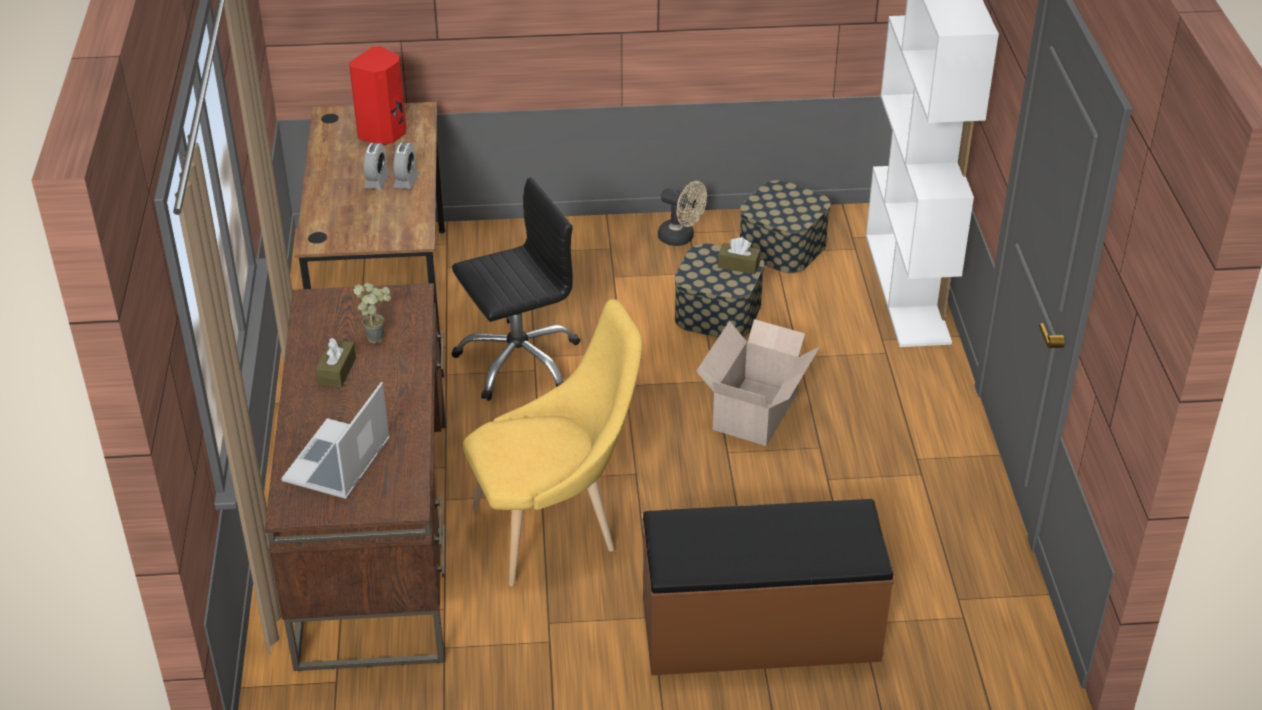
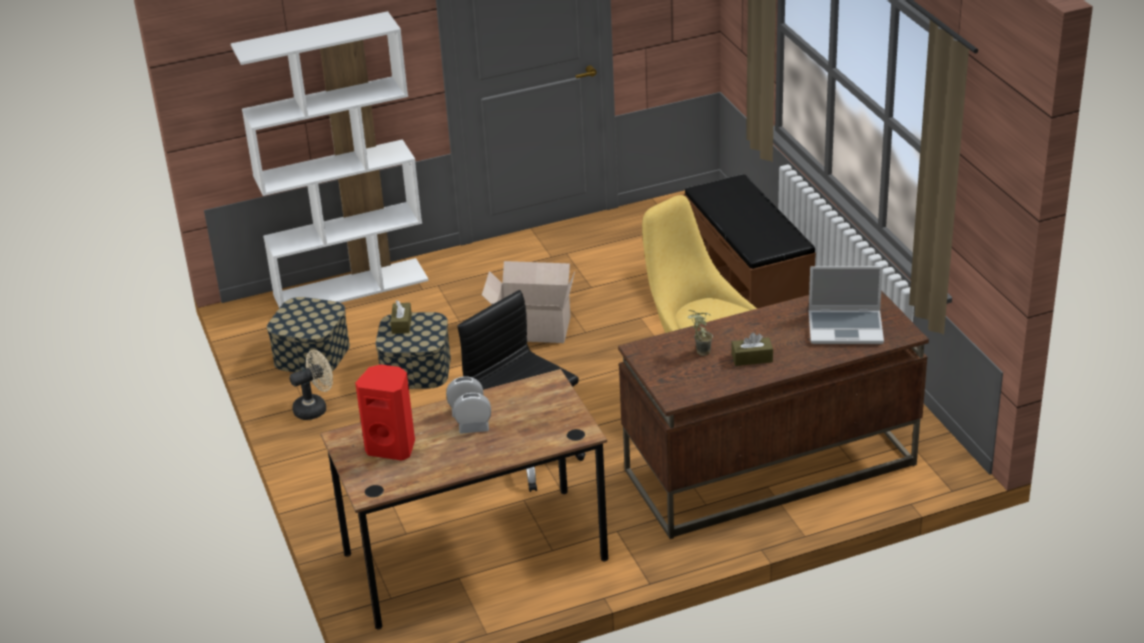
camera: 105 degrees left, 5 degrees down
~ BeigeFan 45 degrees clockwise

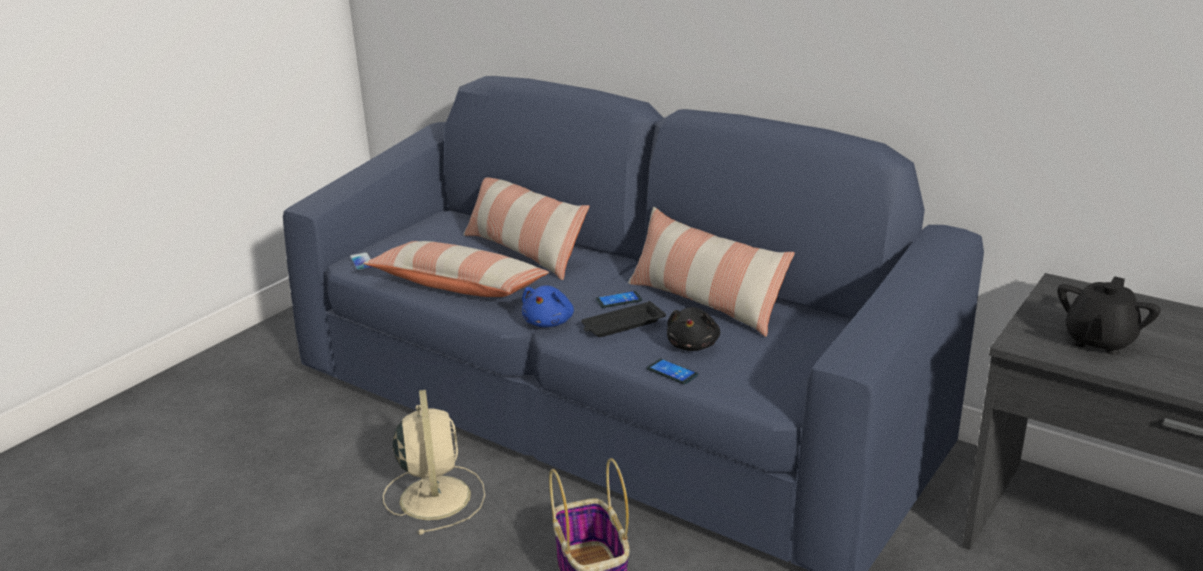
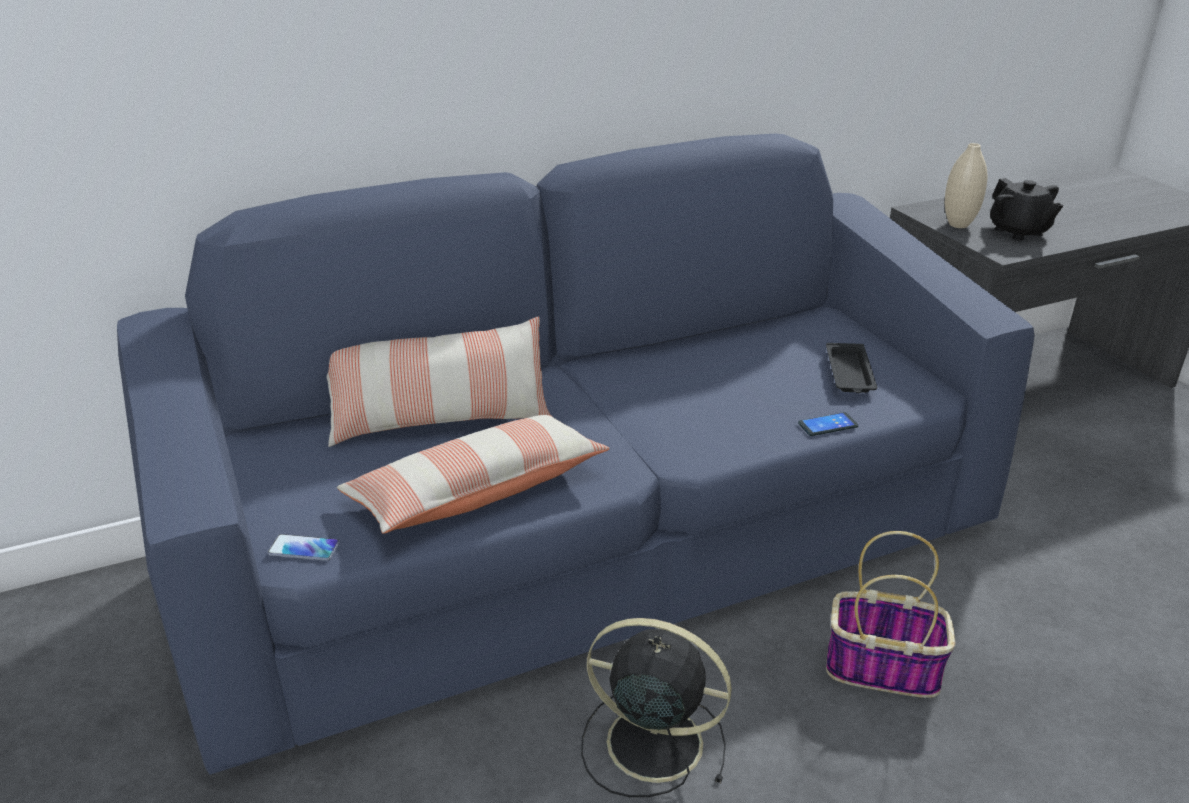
camera: 60 degrees left, 5 degrees up
- BluePlushToy
- Phone (no. 2 from left)
- Pillow (no. 3 from left)
- BlackPlushToy
+ BeigeVase
~ BlackTray
~ BeigeFan to BlackFan

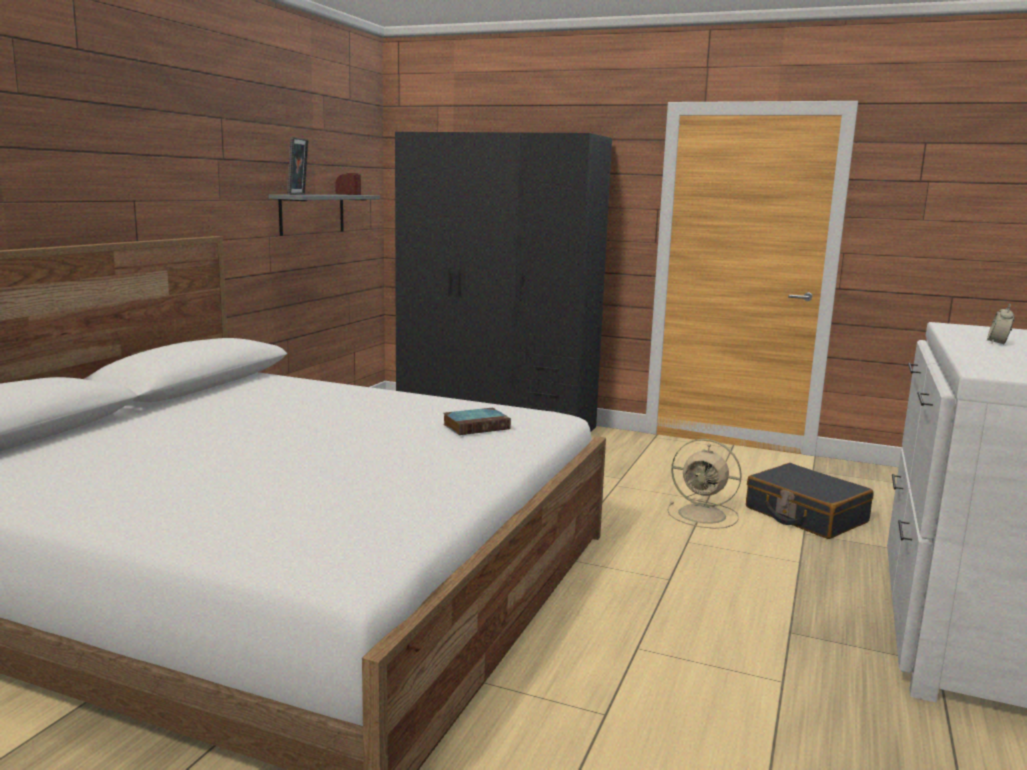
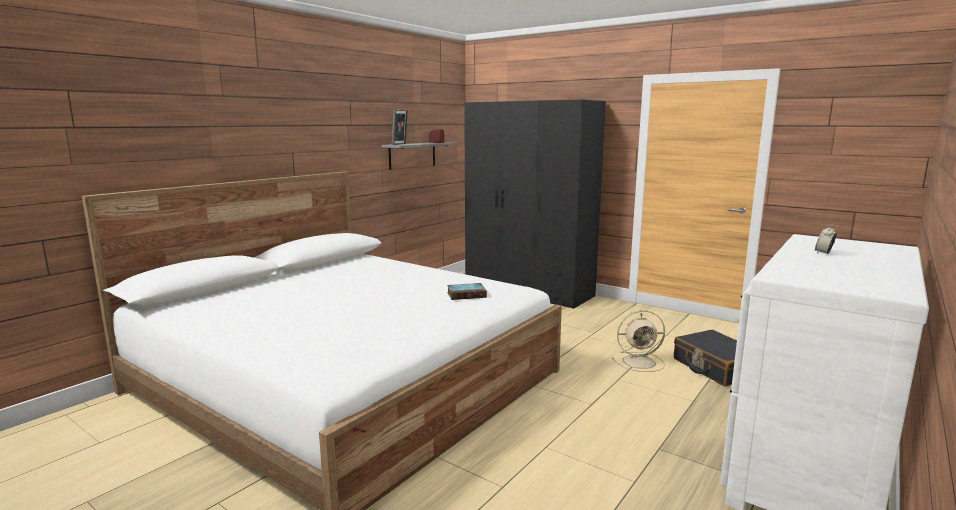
camera: 15 degrees right, 0 degrees up
~ BeigeFan 45 degrees counterclockwise

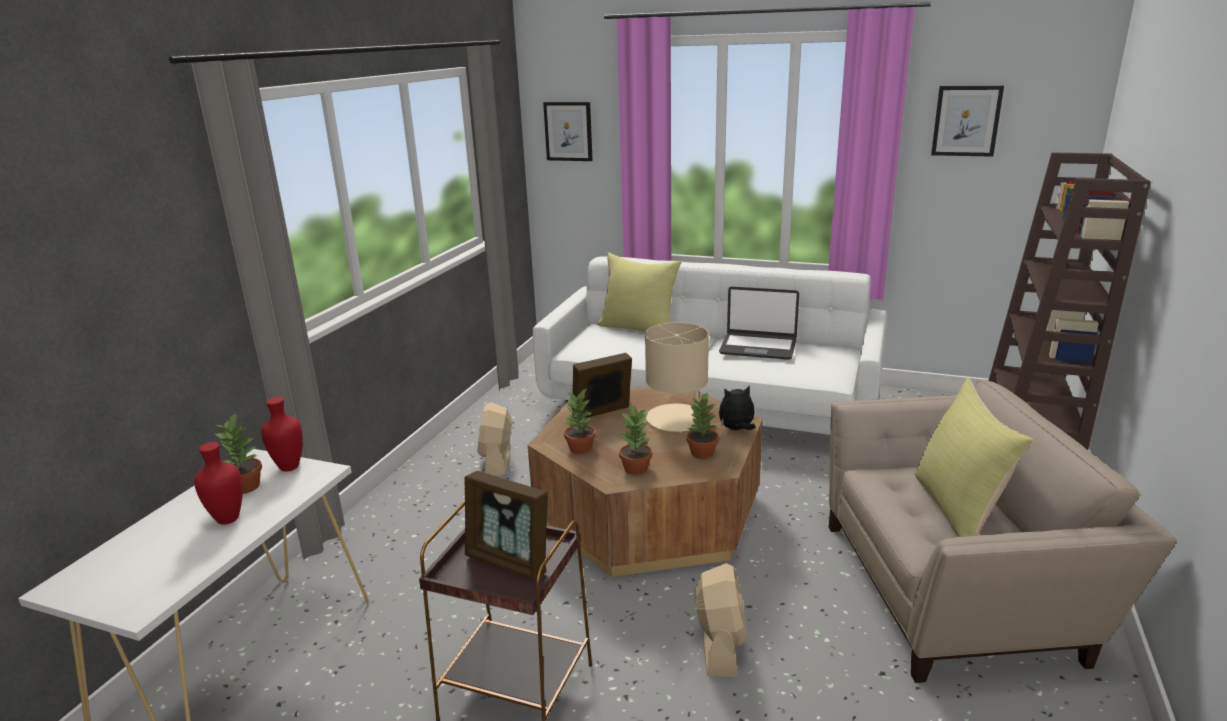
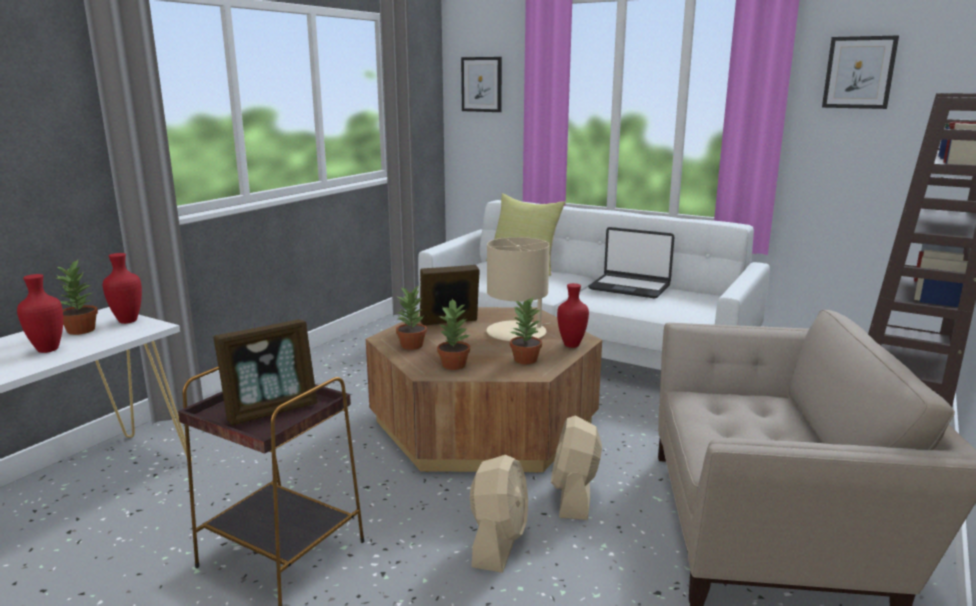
camera: 10 degrees right, 5 degrees down
- YellowPillow (no. 2 from left)
~ BeigeFan (no. 1 from left in the first image) to BeigeFan (no. 2 from left)
~ PlushToy to RedVase (no. 3 from left)
~ PictureFrame (no. 1 from left) 75 degrees counterclockwise

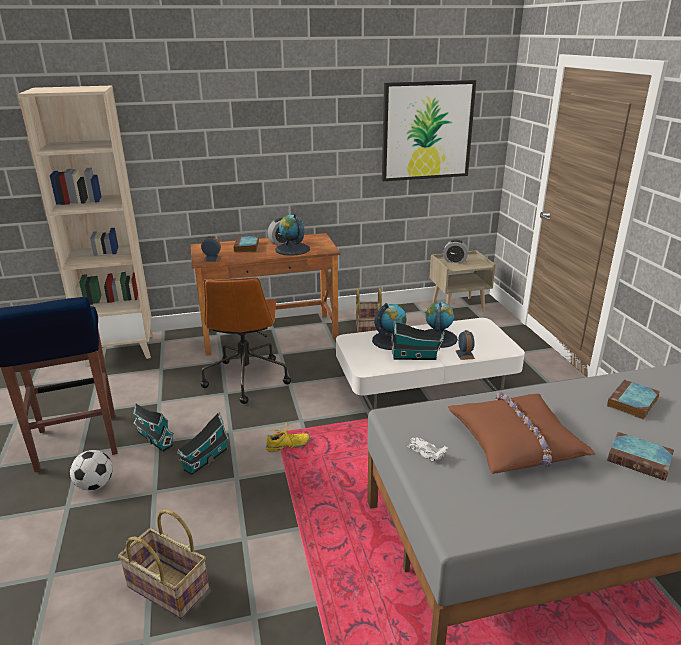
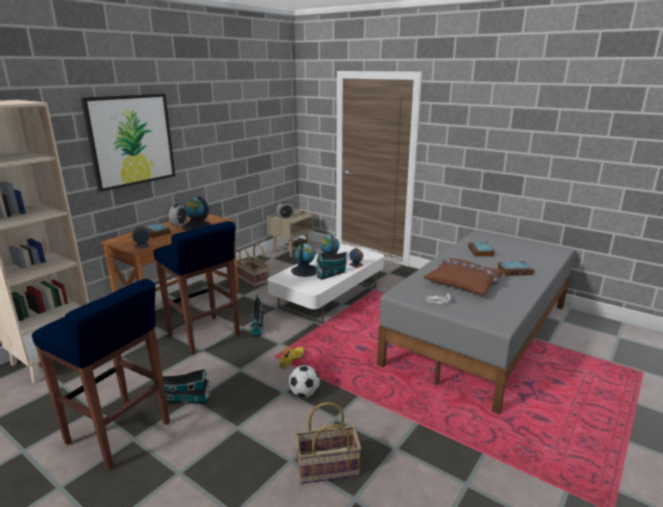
camera: 40 degrees left, 5 degrees down
~ Football
~ ToyHouse (no. 2 from left)
~ Picture
~ BrownOfficeChair to BlueStool (no. 2 from left)

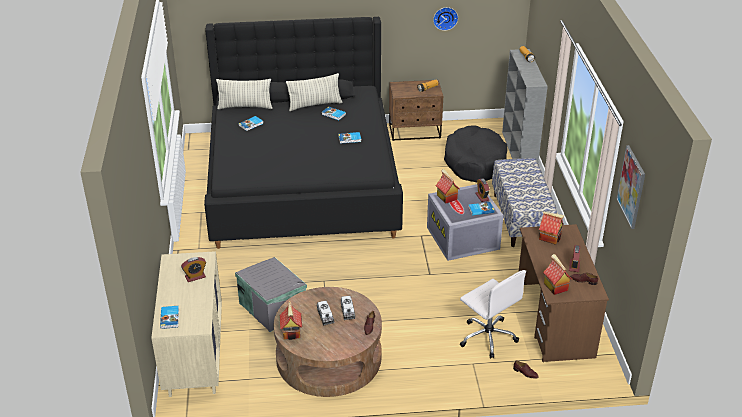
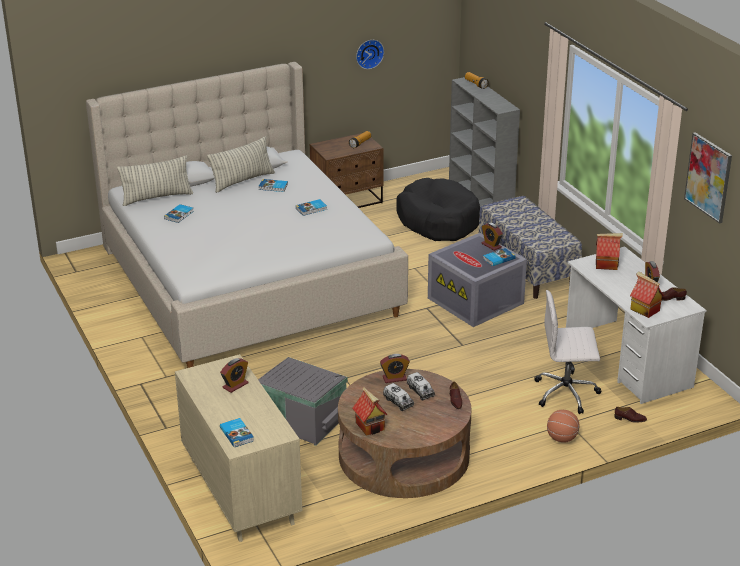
camera: 20 degrees left, 5 degrees down
- ToyHouse (no. 2 from left)
+ AlarmClock (no. 2 from left)
+ Basketball
~ BlackBed to BeigeBed
~ BrownDesk to WhiteDesk
~ WhiteOfficeChair 150 degrees clockwise

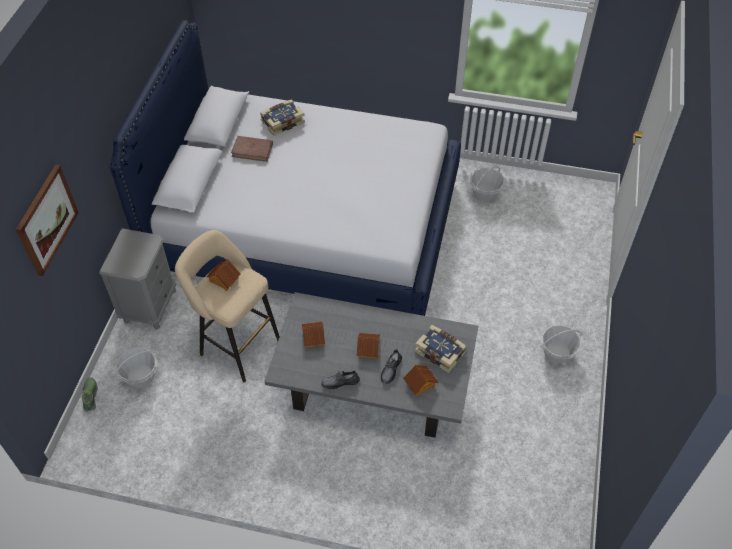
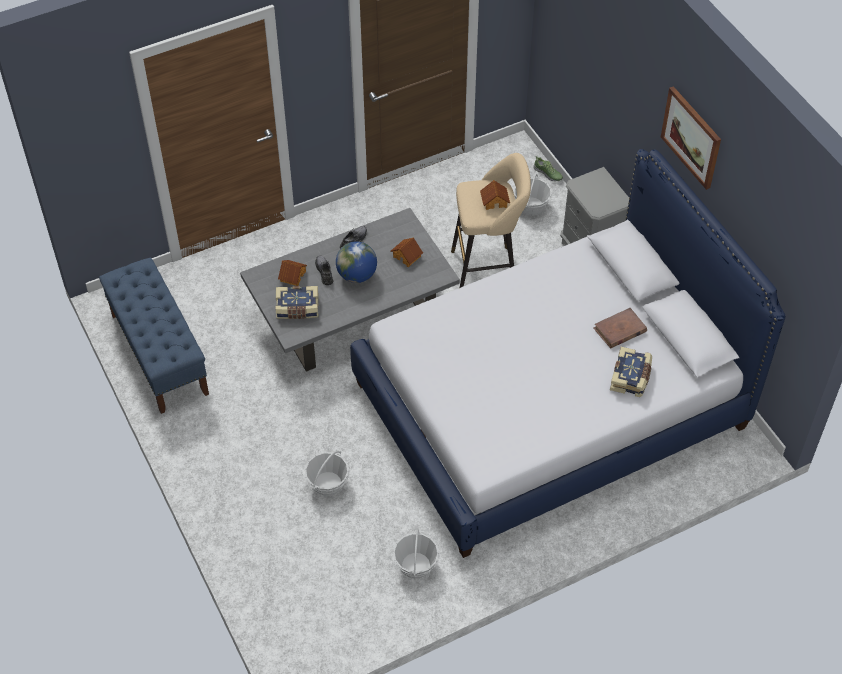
camera: 140 degrees right, 0 degrees up
+ BlueBench
~ Picture
~ Basket (no. 3 from left in the first image) to Basket (no. 1 from left)
~ ToyHouse (no. 3 from left) to Globe

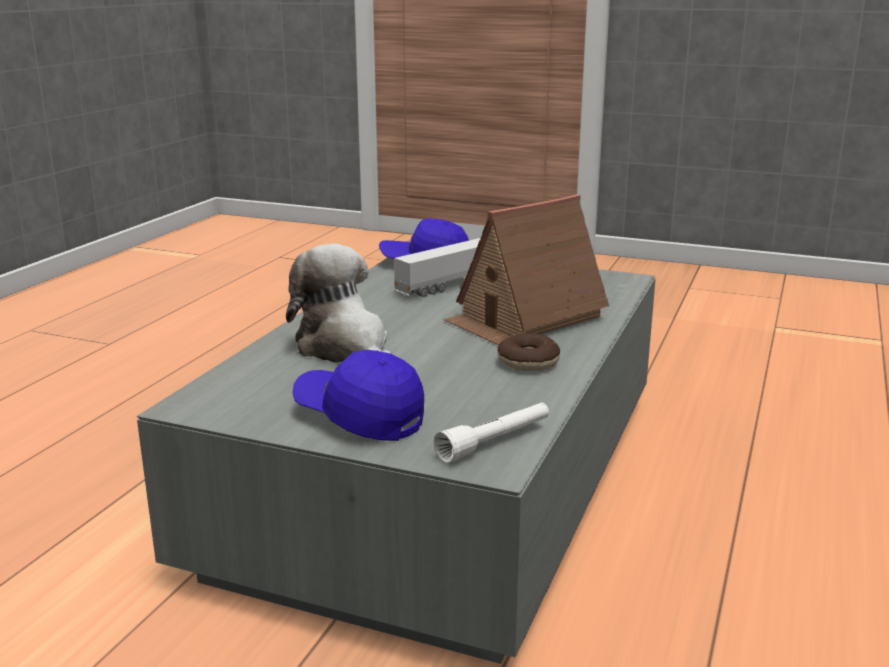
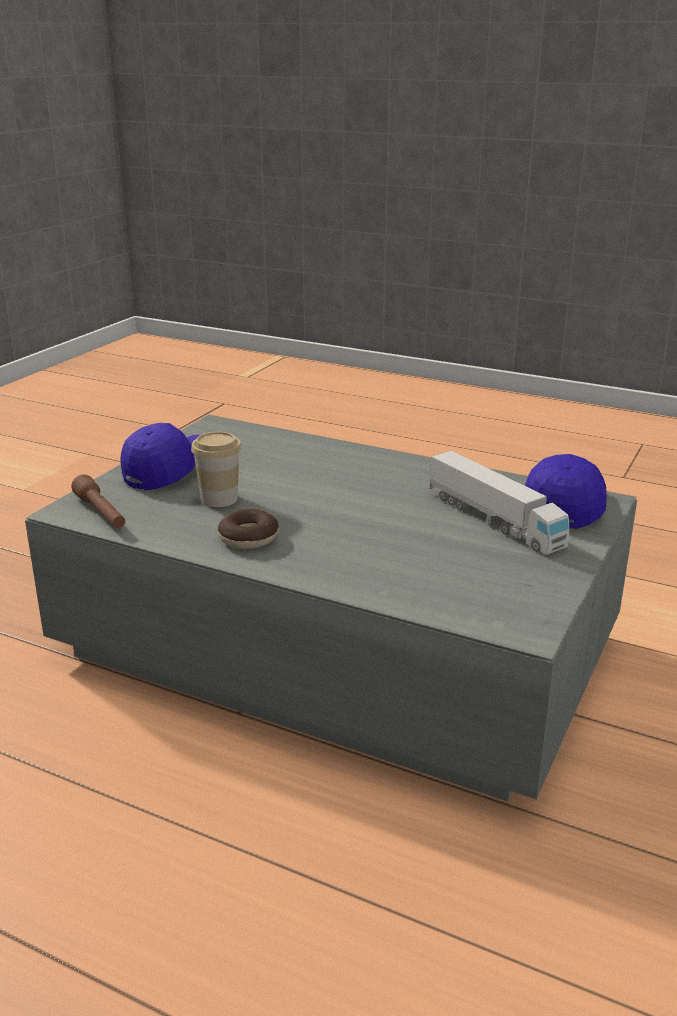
camera: 95 degrees right, 5 degrees up
- PlushToy
- ToyHouse
+ Cup
~ WhiteFlashlight to BrownFlashlight

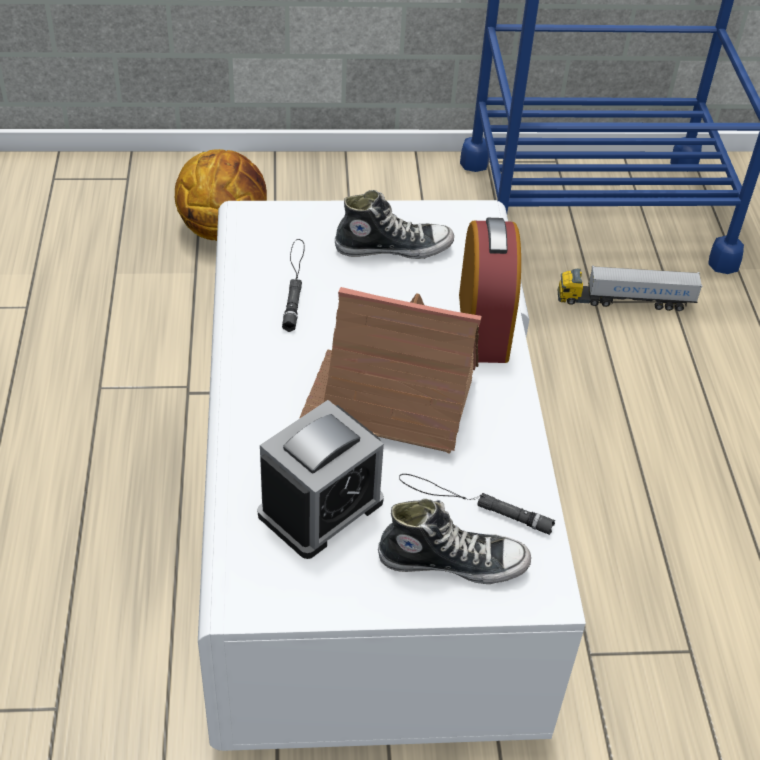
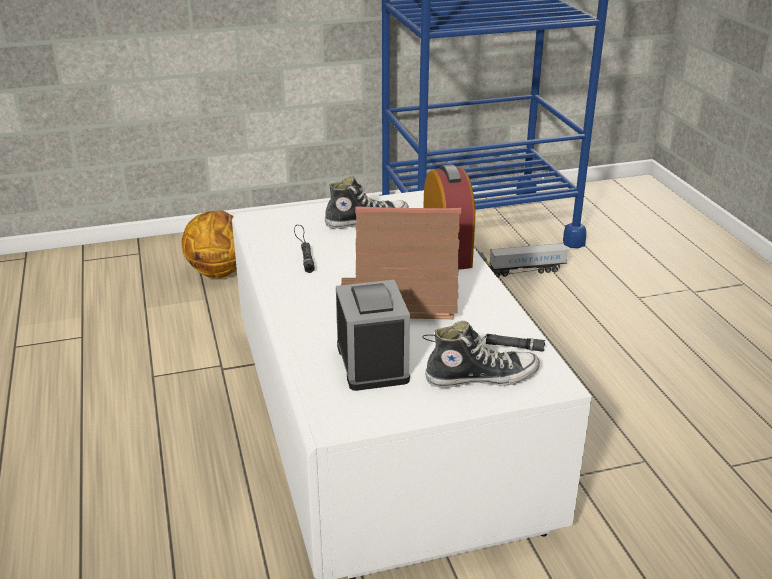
camera: 10 degrees left, 15 degrees down
~ AlarmClock (no. 1 from left) 45 degrees counterclockwise

